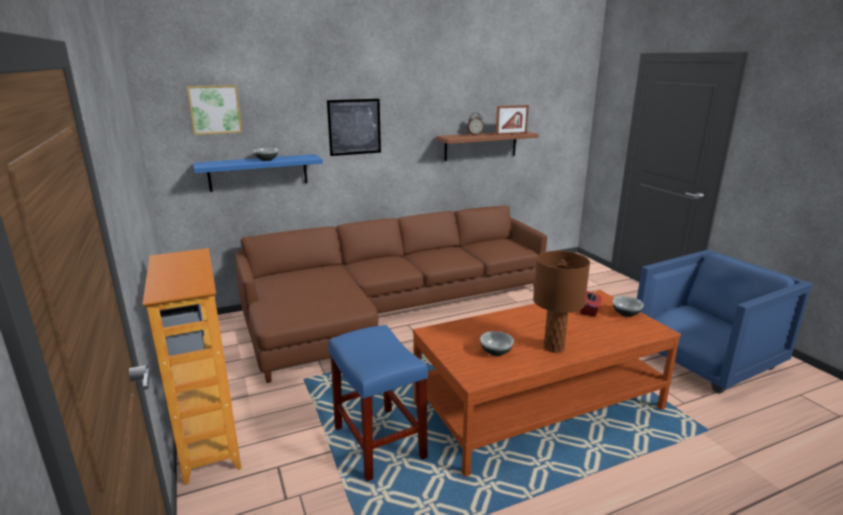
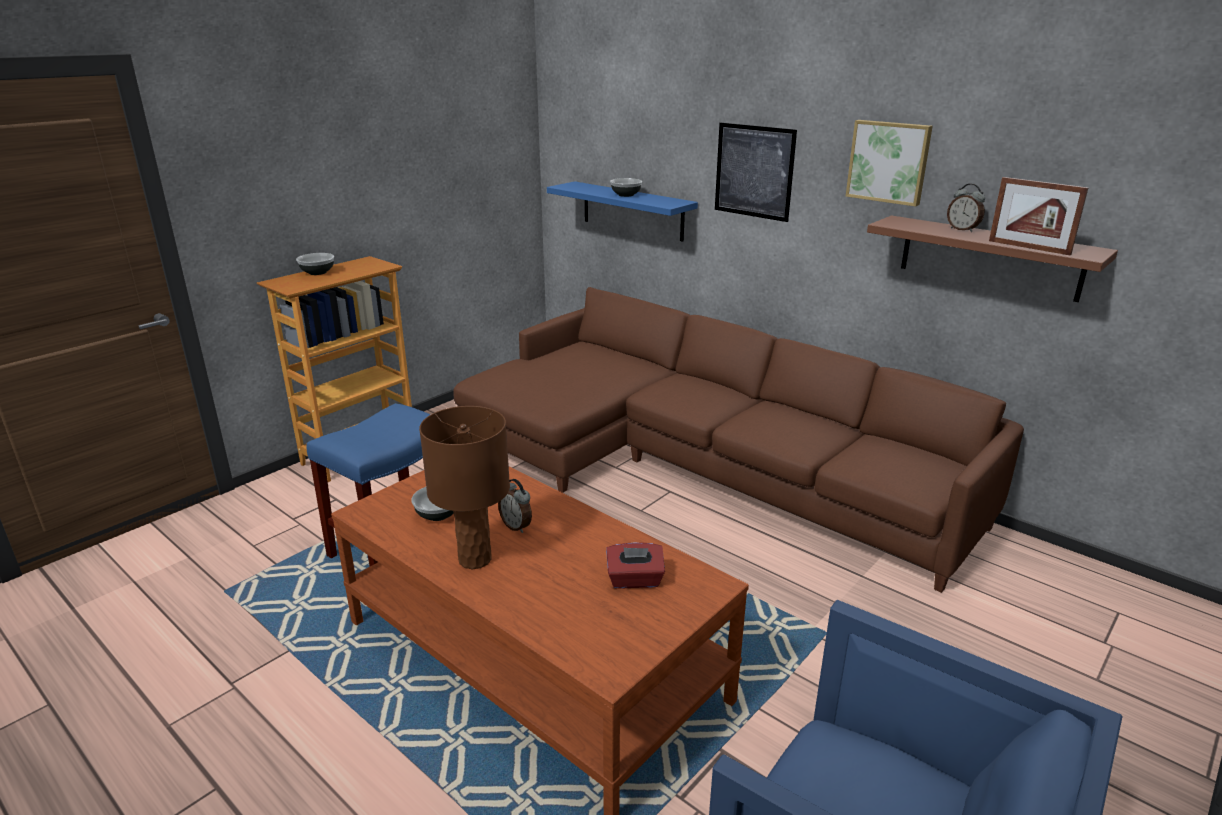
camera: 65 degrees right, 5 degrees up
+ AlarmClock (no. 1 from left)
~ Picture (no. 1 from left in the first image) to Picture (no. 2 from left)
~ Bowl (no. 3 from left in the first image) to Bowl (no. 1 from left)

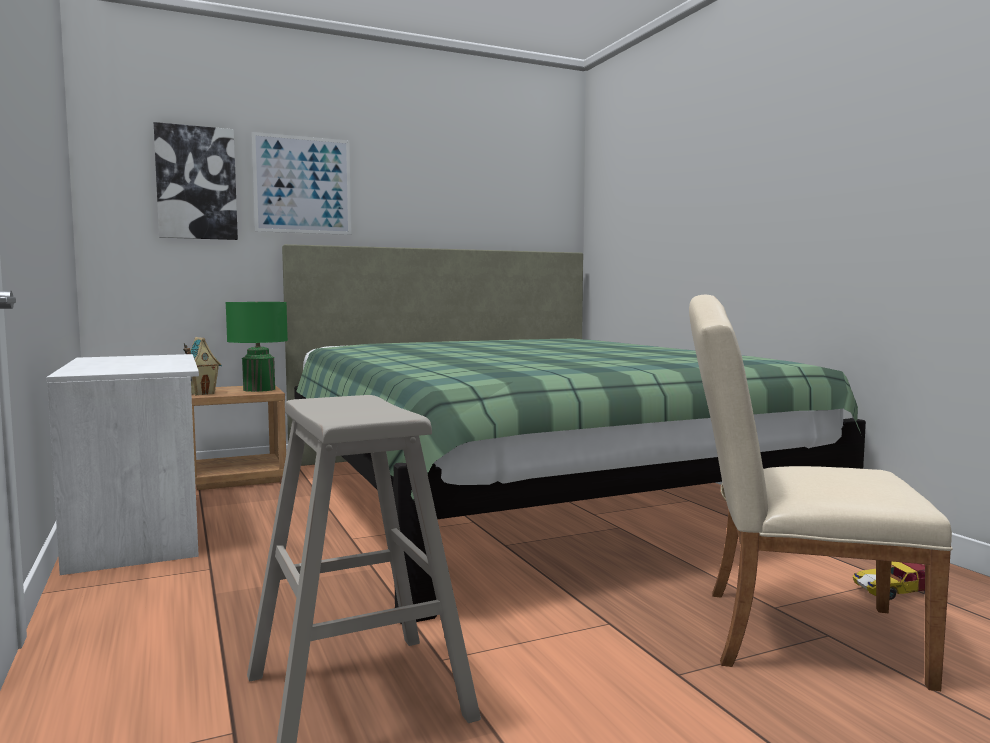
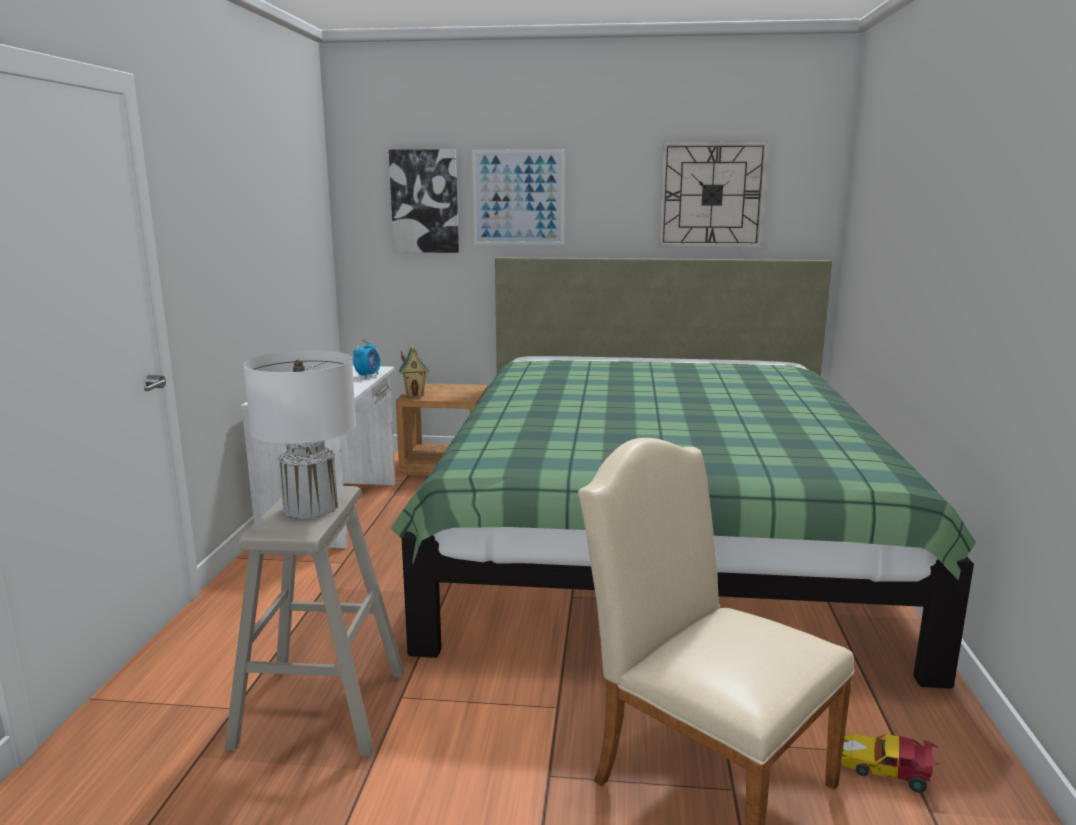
camera: 30 degrees right, 10 degrees up
- GreenTableLamp
+ WhiteTableLamp
+ AlarmClock
+ WallClock

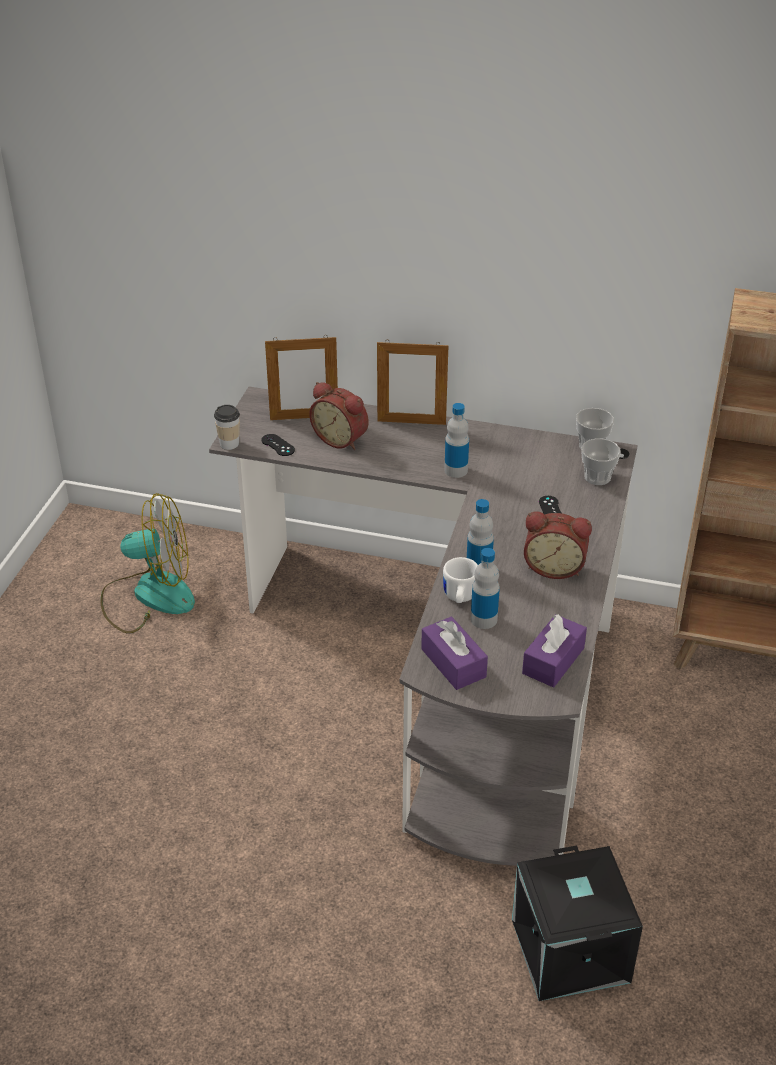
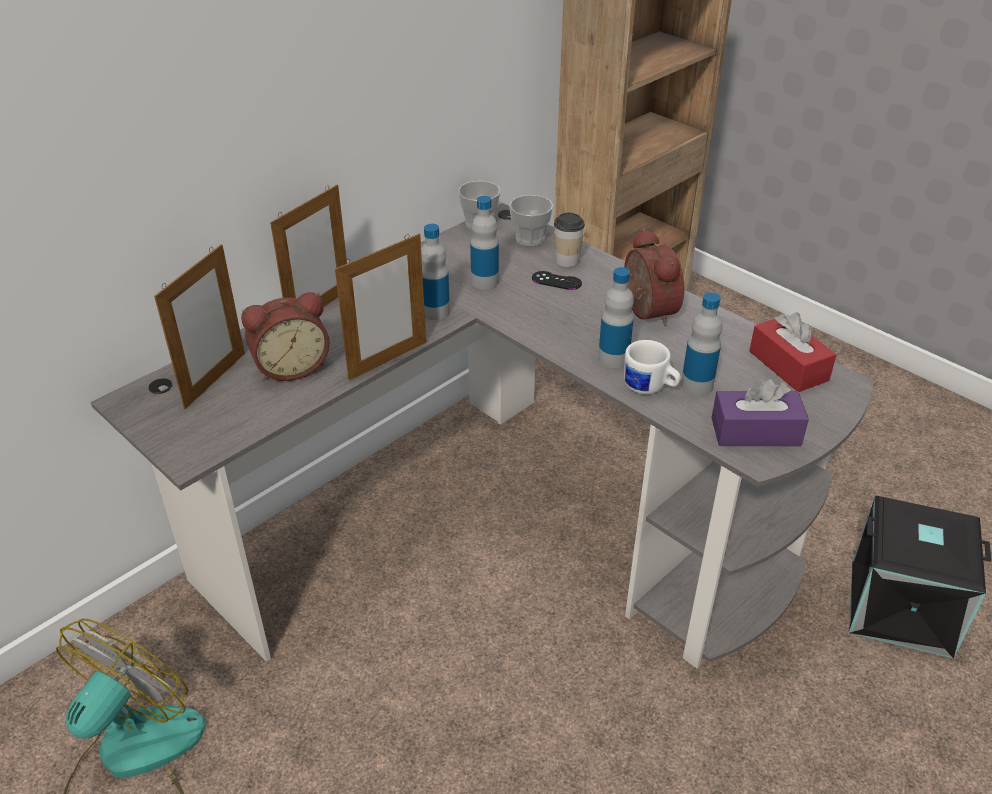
camera: 60 degrees left, 0 degrees up
- BlackGameController (no. 1 from left)
+ PictureFrame (no. 3 from left)
+ Bottle (no. 2 from left)
~ Cup (no. 1 from left in the first image) to Cup (no. 3 from left)
~ PurpleTissueBox (no. 2 from left) to RedTissueBox
~ AlarmClock (no. 2 from left) 60 degrees counterclockwise

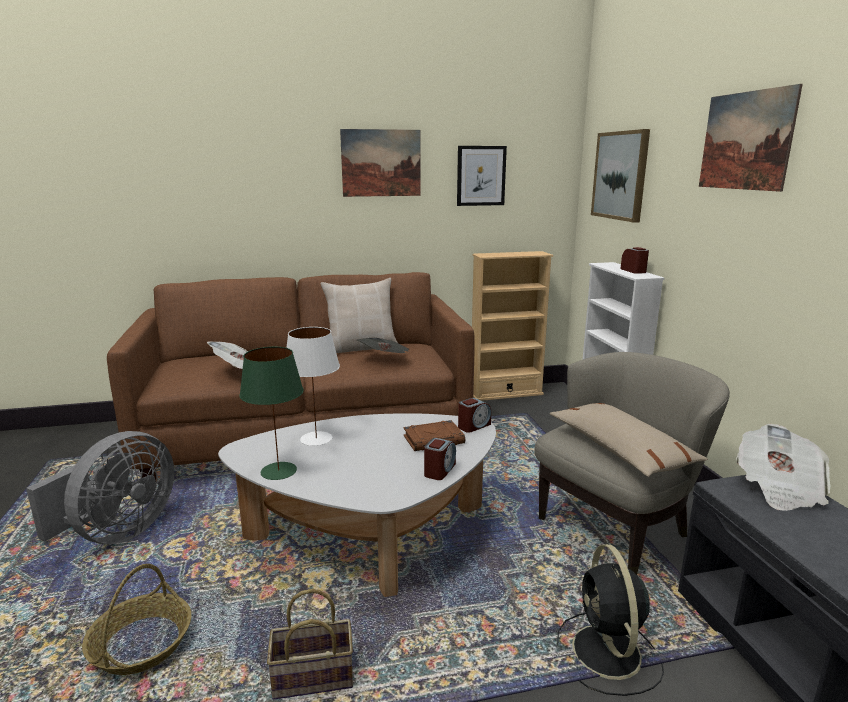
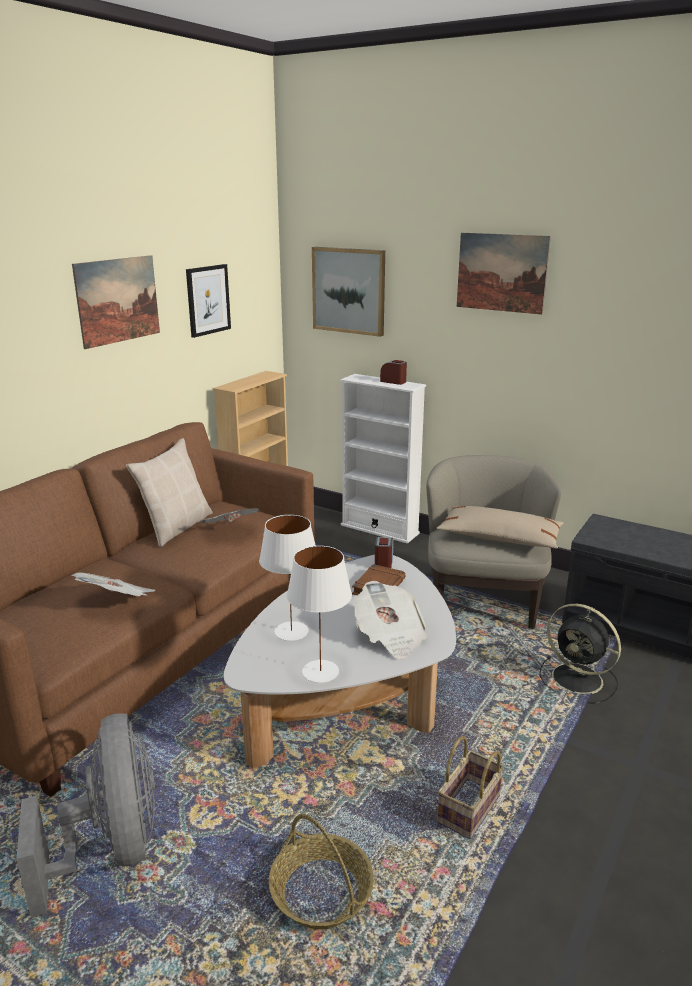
camera: 45 degrees left, 5 degrees up
- AlarmClock (no. 1 from left)
~ Newspaper (no. 3 from left)
~ GreenTableLamp to WhiteTableLamp (no. 2 from left)

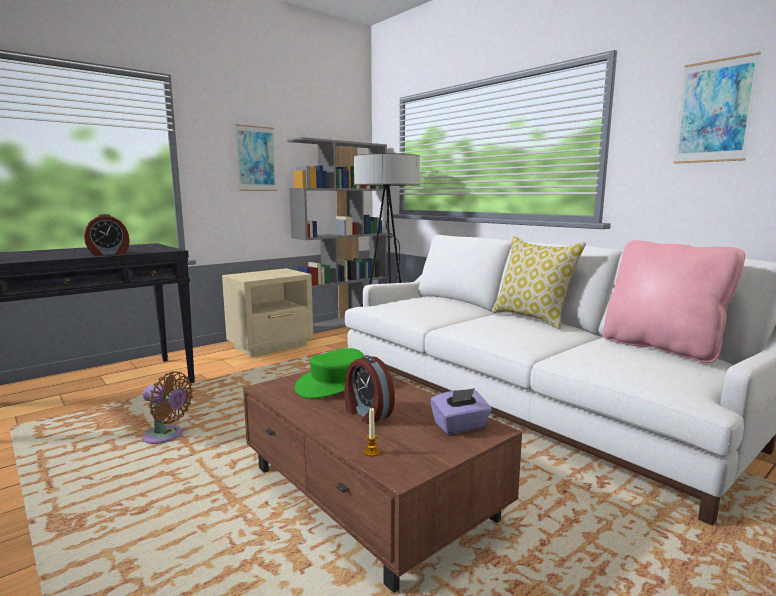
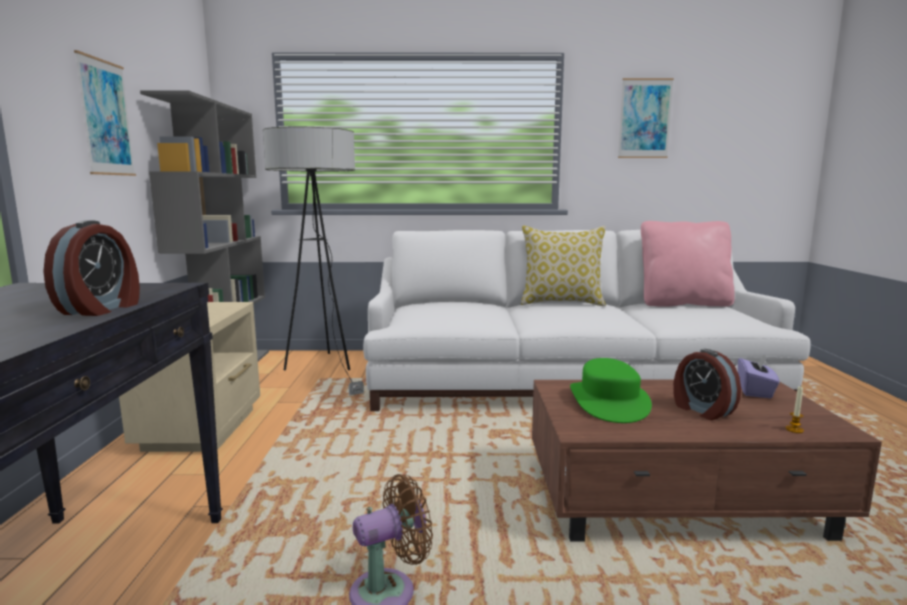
camera: 50 degrees left, 0 degrees up
~ AlarmClock (no. 2 from left) 60 degrees clockwise

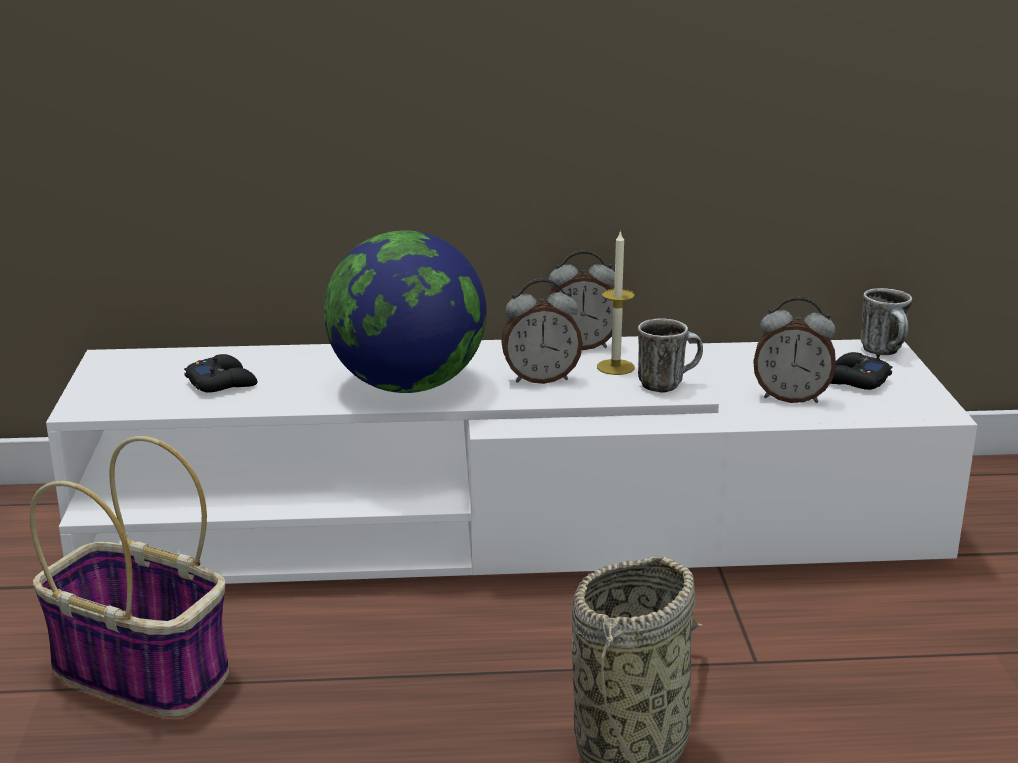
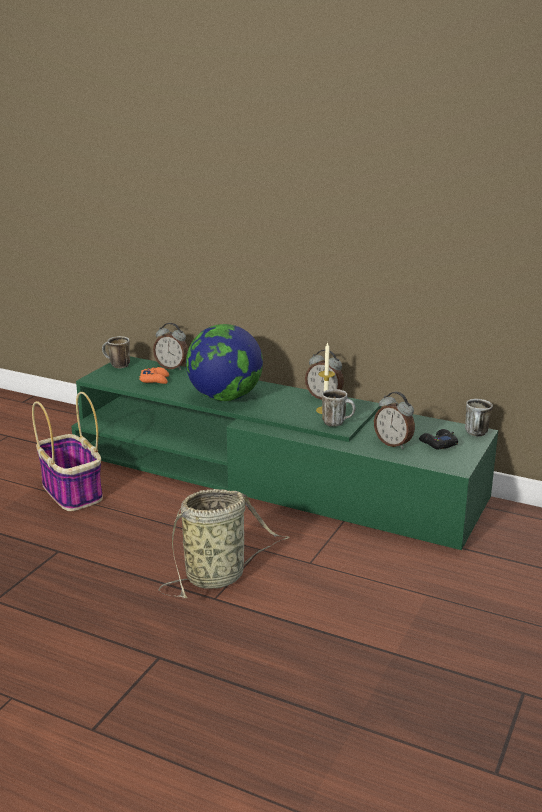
camera: 30 degrees right, 0 degrees up
+ Mug (no. 1 from left)
~ AlarmClock (no. 1 from left)
~ WhiteTvStand to GreenTvStand
~ BlackGameController (no. 1 from left) to OrangeGameController

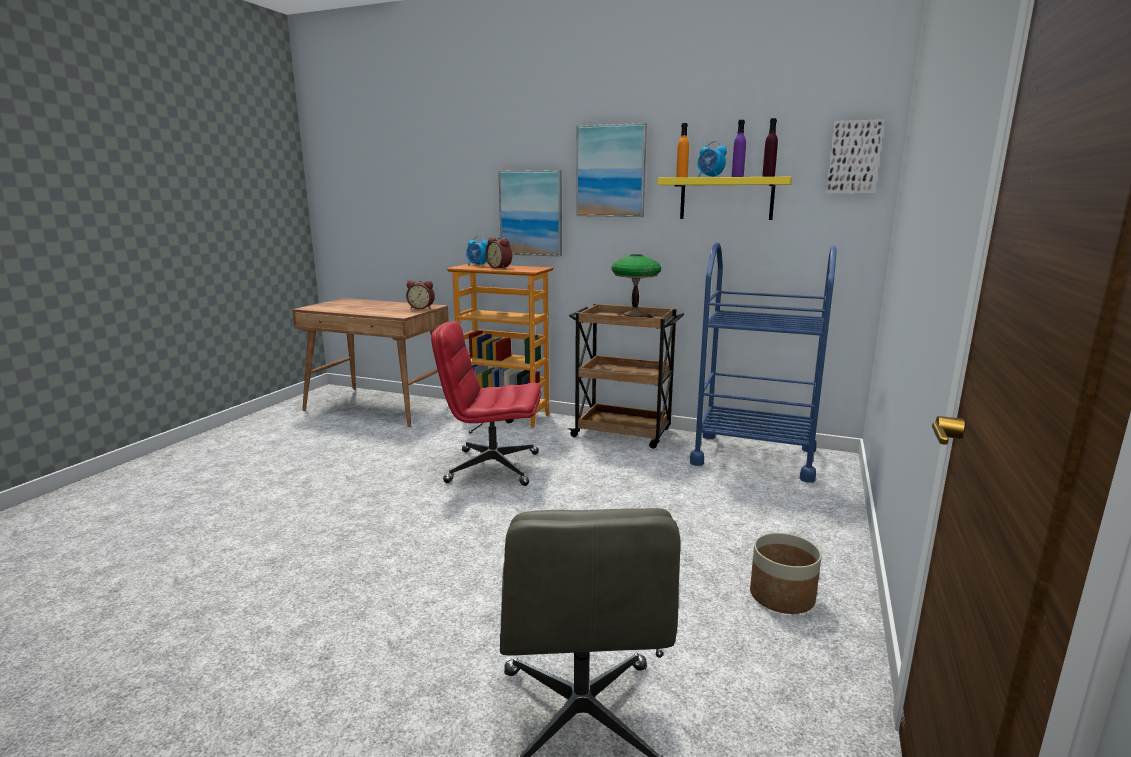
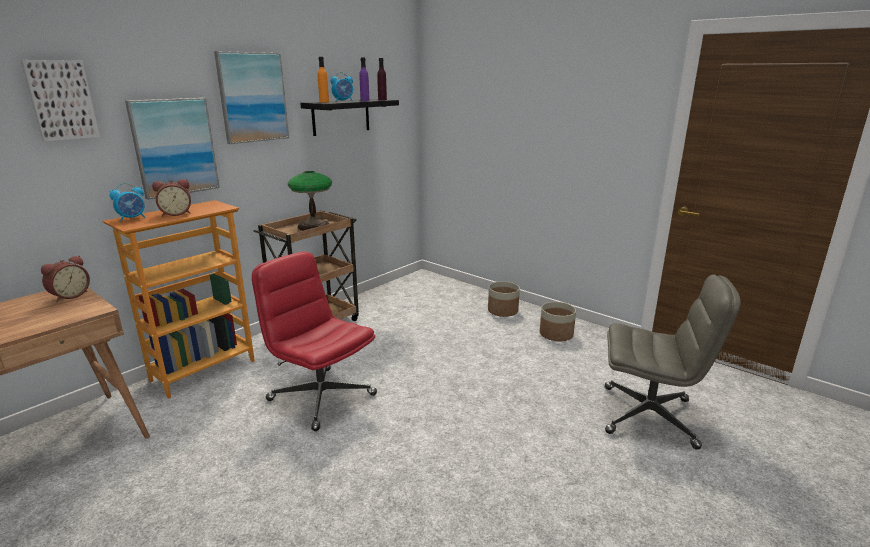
camera: 70 degrees left, 5 degrees up
- BlueCart
+ Planter (no. 1 from left)
~ Picture (no. 3 from left in the first image) to Picture (no. 1 from left)
~ YellowShelf to BlackShelf
~ RedOfficeChair 105 degrees clockwise

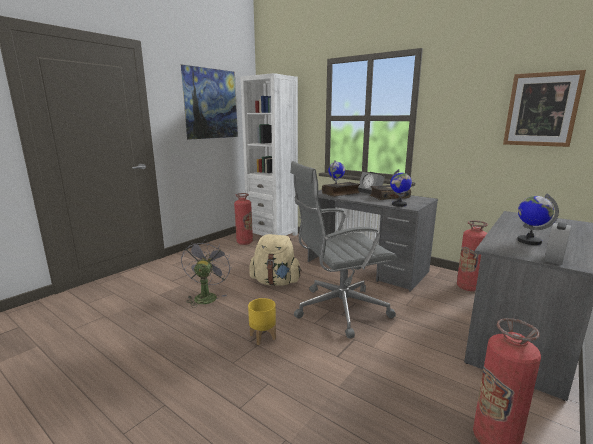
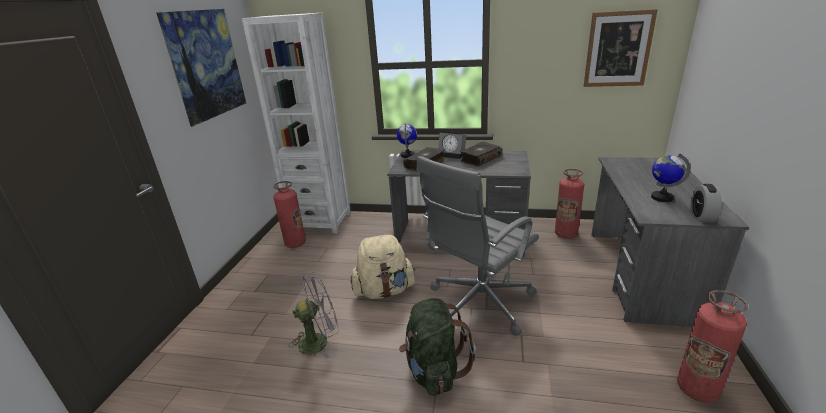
camera: 25 degrees left, 10 degrees up
- Globe (no. 2 from left)
~ YellowPlanter to GreenBackpack
~ GreyFan 90 degrees clockwise

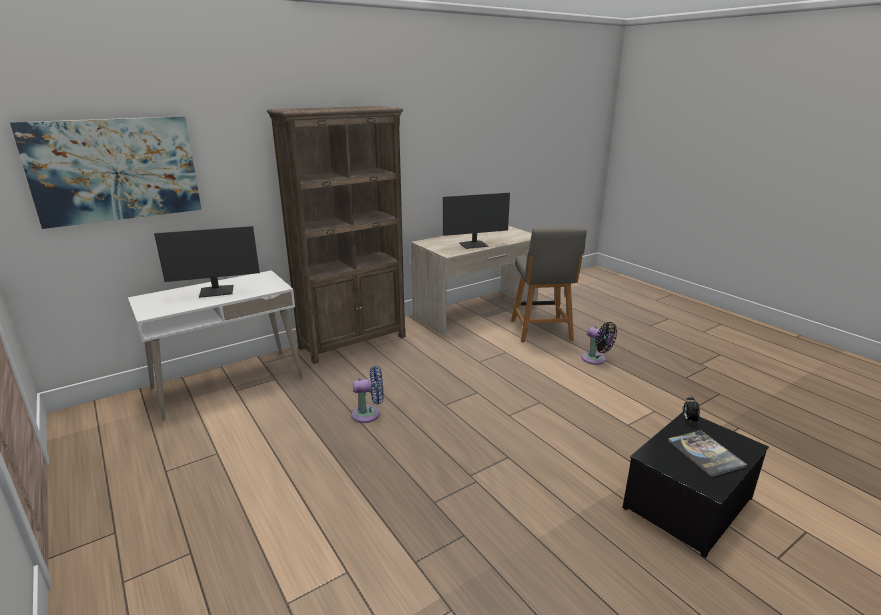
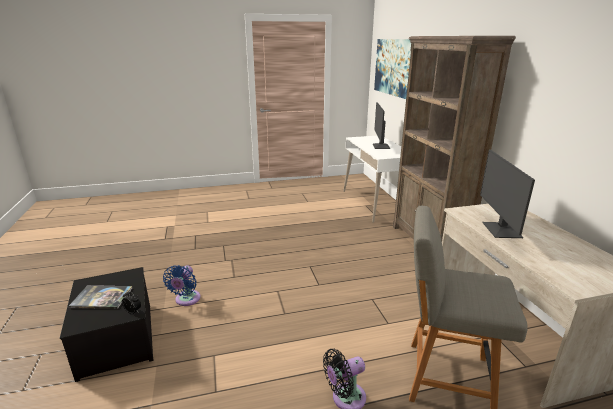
camera: 110 degrees right, 0 degrees up
~ BlueFan

